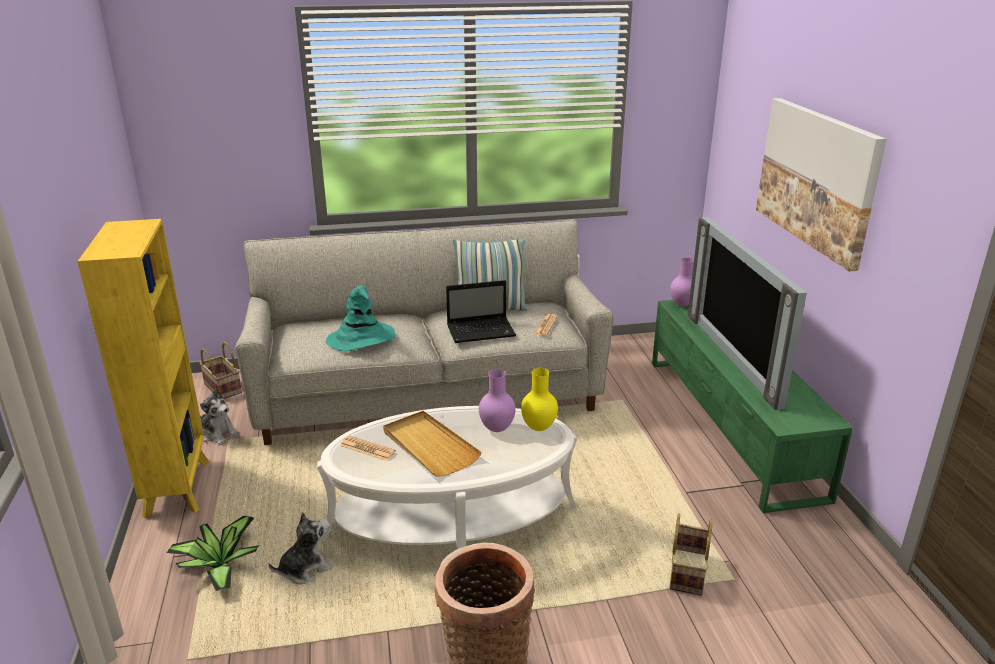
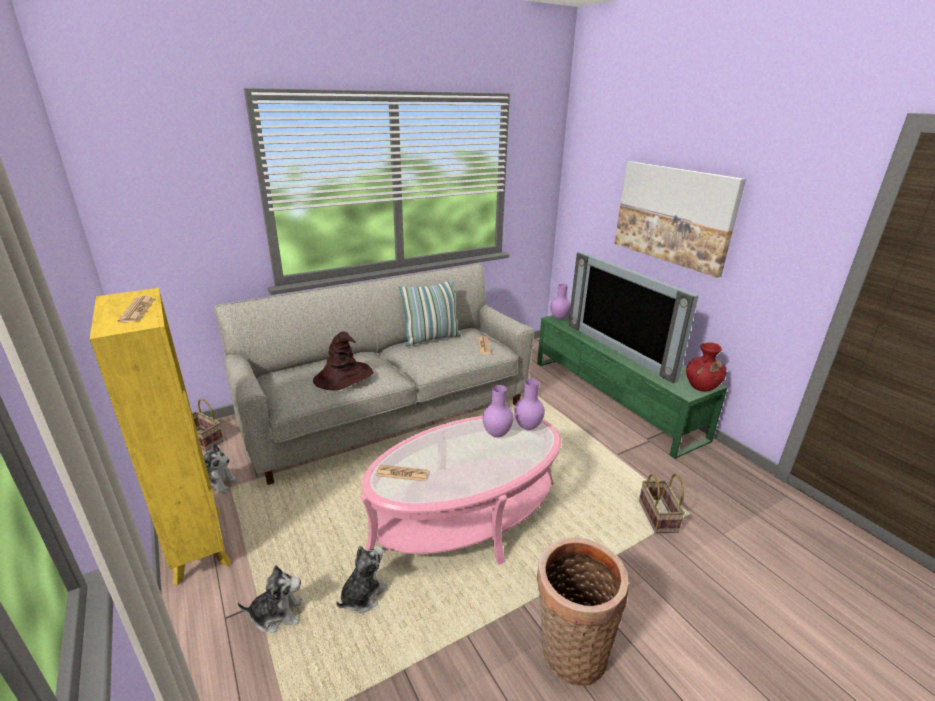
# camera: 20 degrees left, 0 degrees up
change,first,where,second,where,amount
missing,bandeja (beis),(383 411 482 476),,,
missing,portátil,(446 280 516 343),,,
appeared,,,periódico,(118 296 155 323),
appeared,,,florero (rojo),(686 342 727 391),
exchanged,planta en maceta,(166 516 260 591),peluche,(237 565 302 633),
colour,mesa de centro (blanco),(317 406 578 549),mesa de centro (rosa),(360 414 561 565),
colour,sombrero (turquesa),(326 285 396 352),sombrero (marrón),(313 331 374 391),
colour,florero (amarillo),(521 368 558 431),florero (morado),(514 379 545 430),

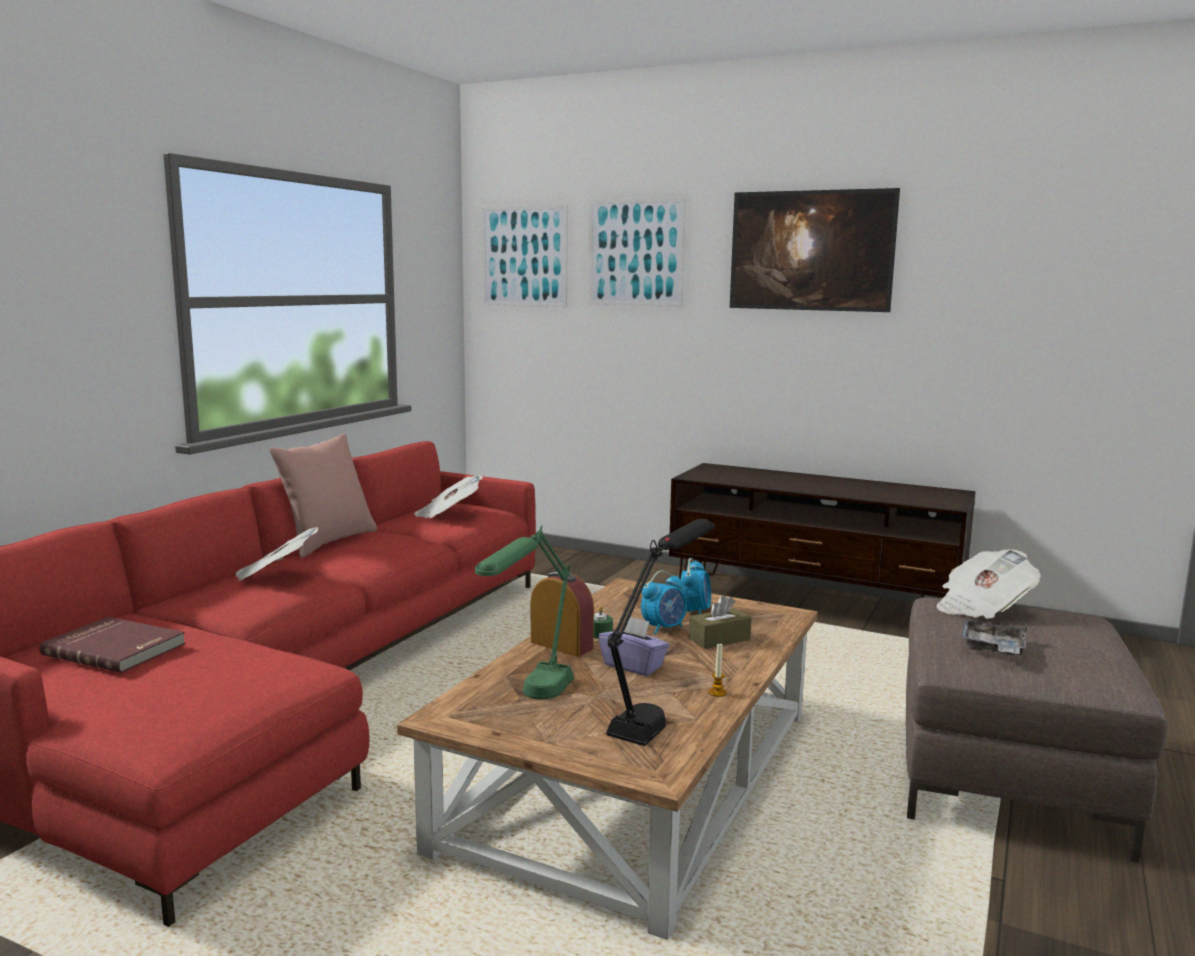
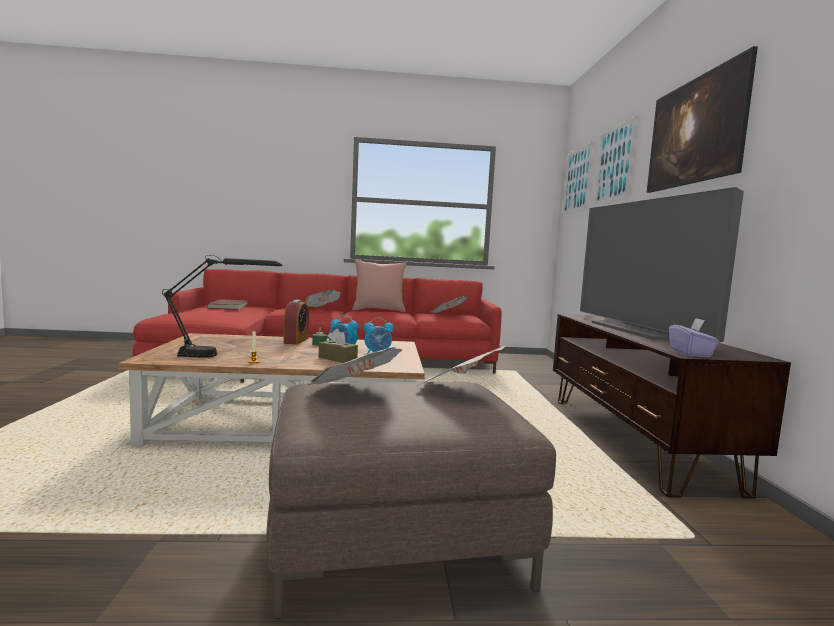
# camera: 60 degrees right, 5 degrees down
change,first,where,second,where,amount
missing,lámpara de mesa (verde),(475 525 574 700),,,
appeared,,,televisor,(580 187 744 343),
relocated,caja de pañuelos (morado),(598 617 669 676),,(669 318 719 357),
exchanged,bandeja (gris),(961 619 1027 656),periódico,(307 347 402 385),

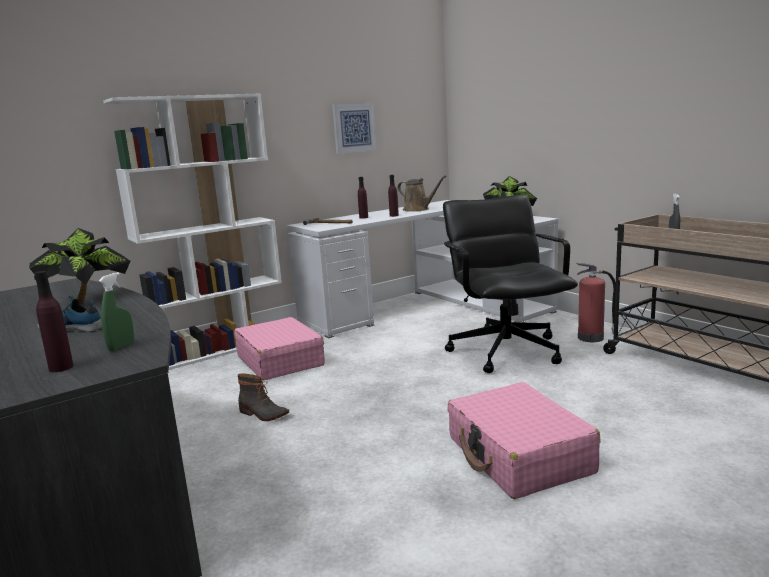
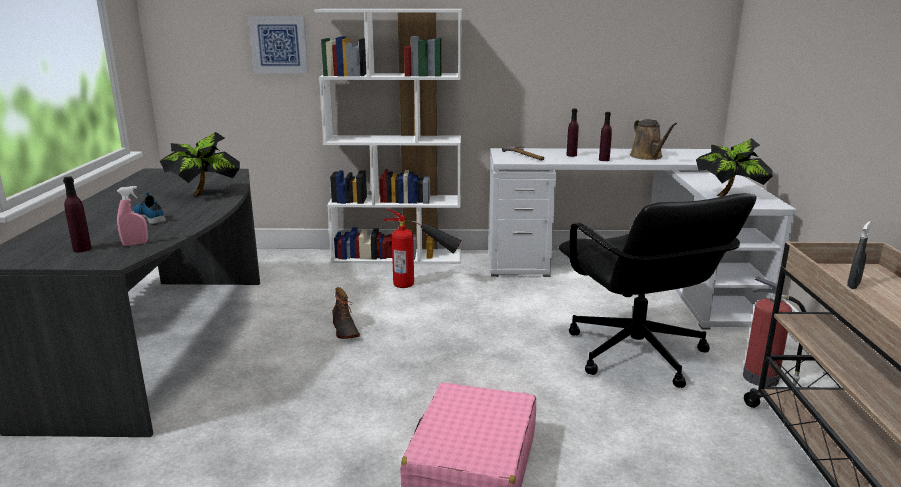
# camera: 35 degrees right, 5 degrees up
change,first,where,second,where,amount
relocated,cuadro,(332 103 377 154),,(248 16 308 73),
exchanged,maleta (rosa),(234 317 325 381),extintor,(383 209 461 288),
colour,pulverizador (verde),(99 272 134 351),pulverizador (rosa),(117 186 148 246),
spun,silla de oficina (negro),(443 195 578 373),,(559 193 757 388),135 degrees clockwise

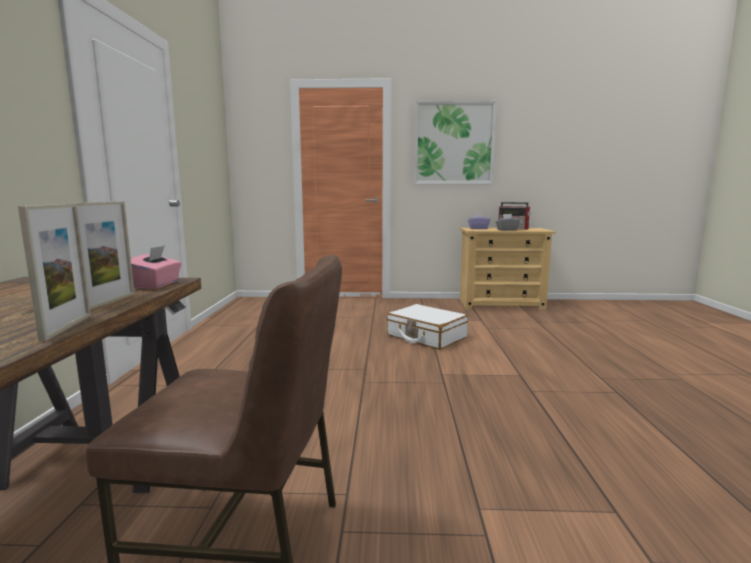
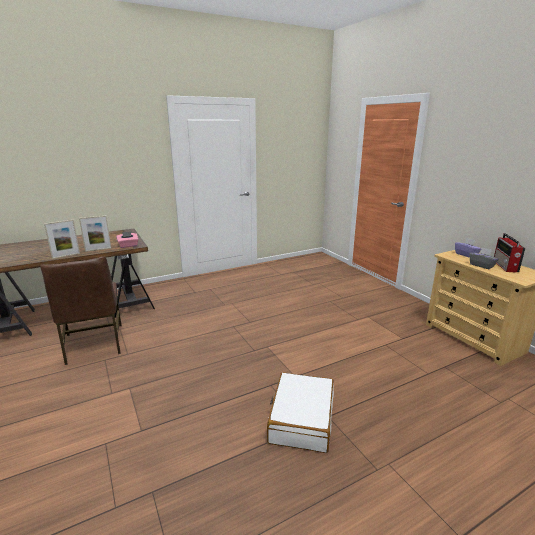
# camera: 60 degrees right, 10 degrees up
change,first,where,second,where,amount
missing,cuadro,(414 101 497 184),,,
relocated,maleta (blanco),(387 304 468 350),,(267 372 334 453),

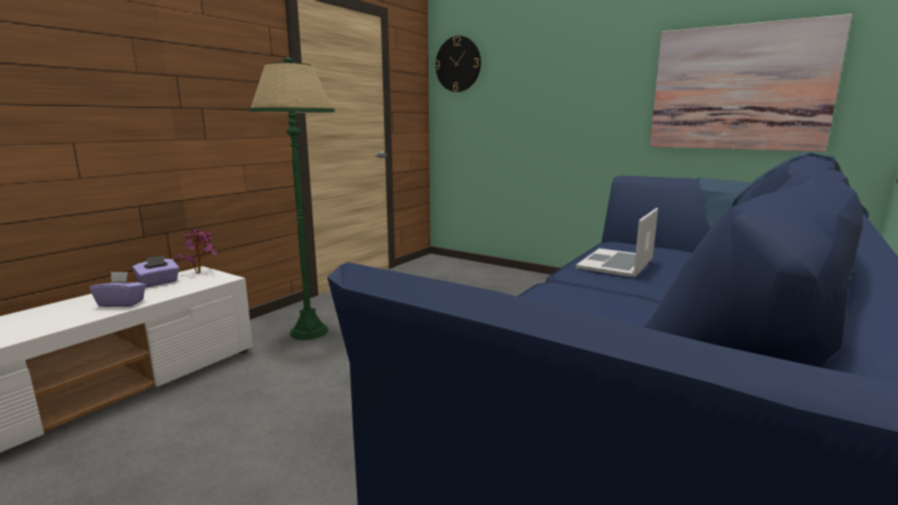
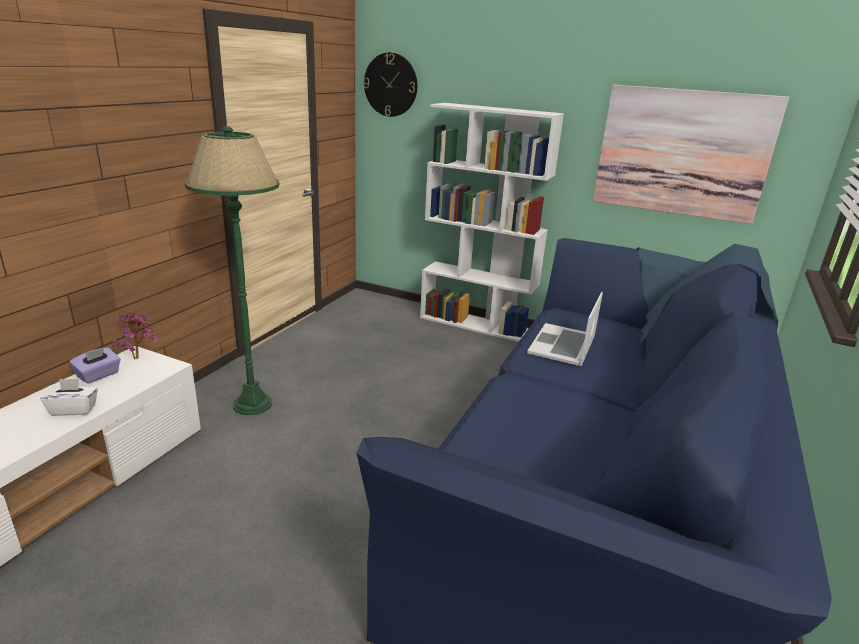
# camera: 10 degrees left, 10 degrees up
change,first,where,second,where,amount
appeared,,,estantería (blanco),(420 103 564 342),
colour,caja de pañuelos (morado),(90 272 146 307),caja de pañuelos (blanco),(40 379 98 416),

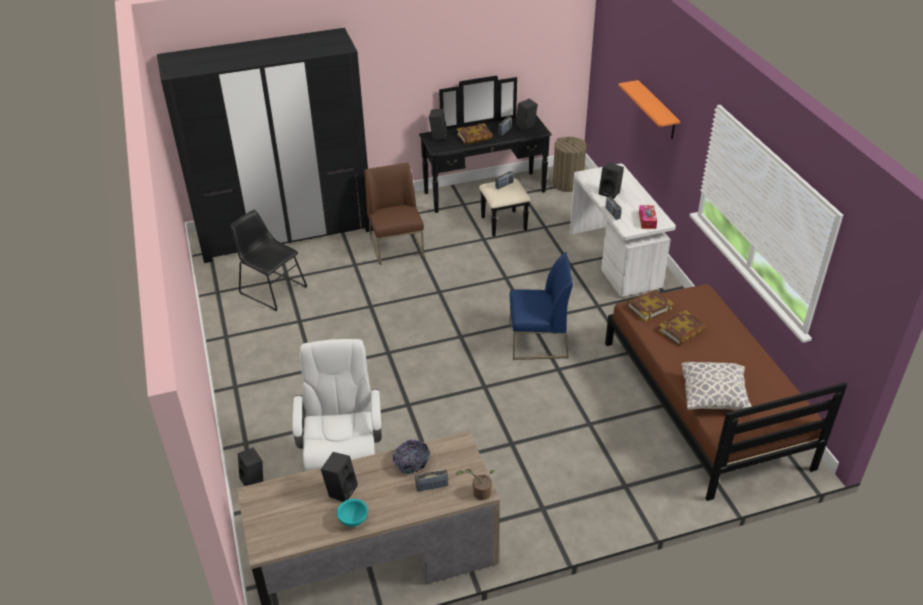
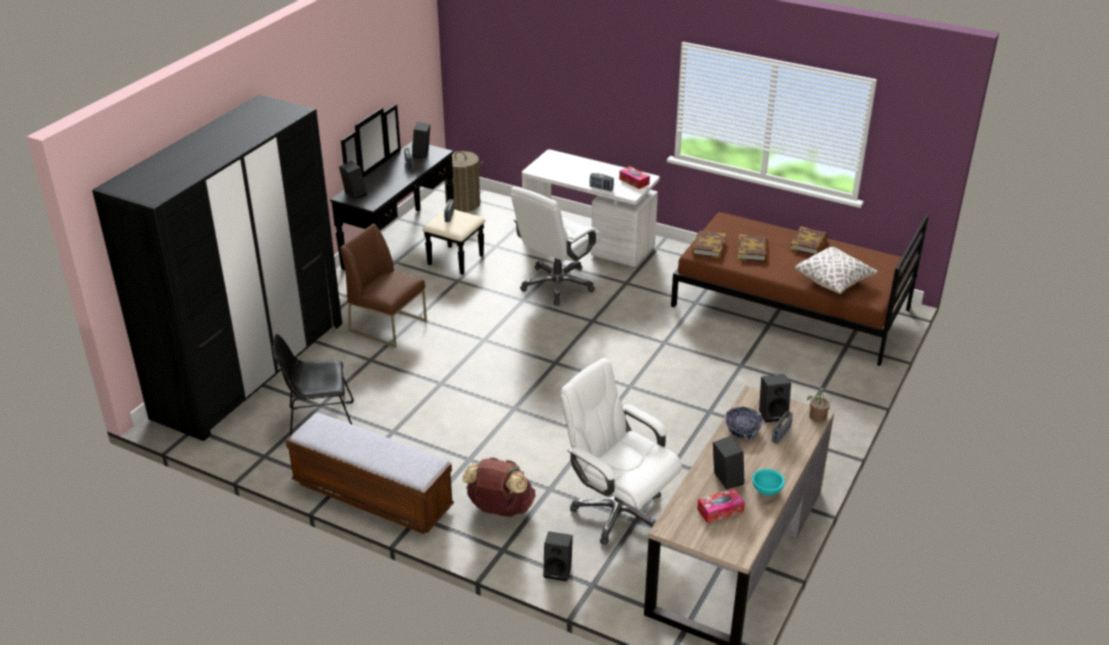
# camera: 45 degrees left, 5 degrees down
change,first,where,second,where,amount
missing,silla (azul),(509 252 573 360),,,
missing,estante (naranja),(618 80 680 139),,,
appeared,,,banco,(286 413 454 534),
appeared,,,mochila (marrón),(462 457 535 517),
appeared,,,silla de oficina (blanco),(511 187 602 305),
appeared,,,caja de pañuelos,(697 489 745 523),
relocated,libro,(457 123 493 144),,(790 227 828 255),
relocated,altavoz (negro),(599 162 624 199),,(759 374 791 422),

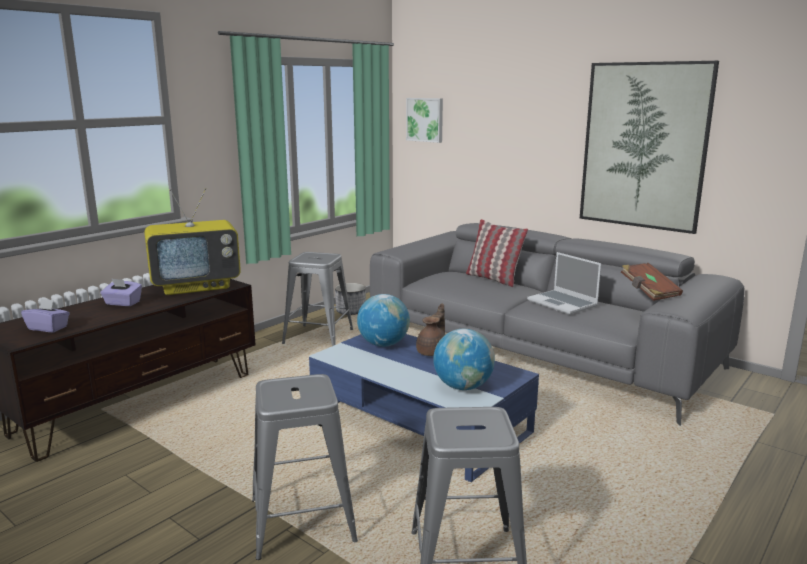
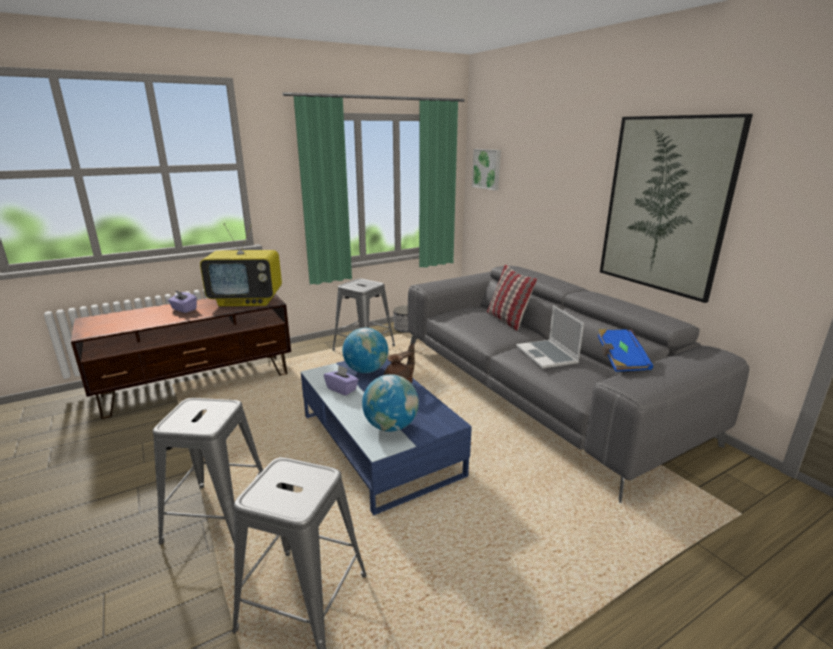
# camera: 20 degrees right, 5 degrees up
change,first,where,second,where,amount
relocated,caja de pañuelos (morado),(21 299 70 332),,(324 365 359 395),
colour,libro (marrón),(621 263 683 301),libro (azul),(597 329 653 372),

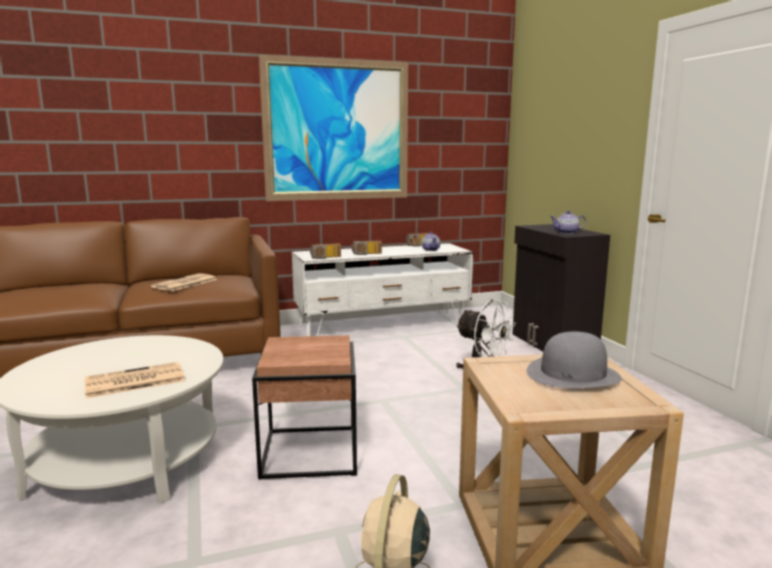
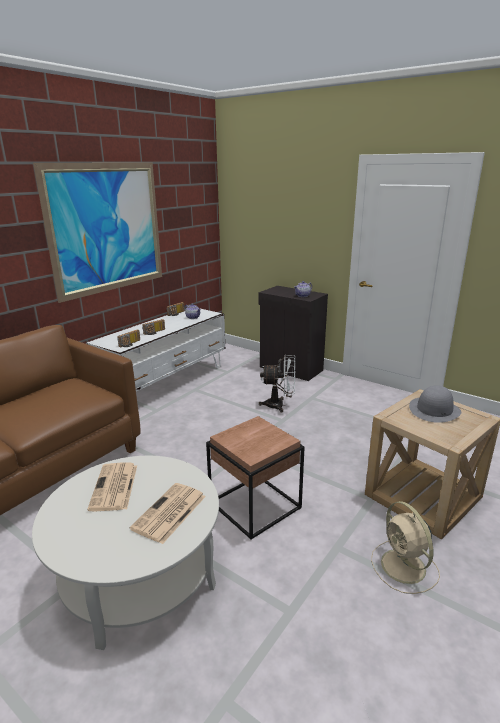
# camera: 35 degrees left, 10 degrees up
change,first,where,second,where,amount
relocated,periódico,(151 273 217 291),,(87 463 137 511),

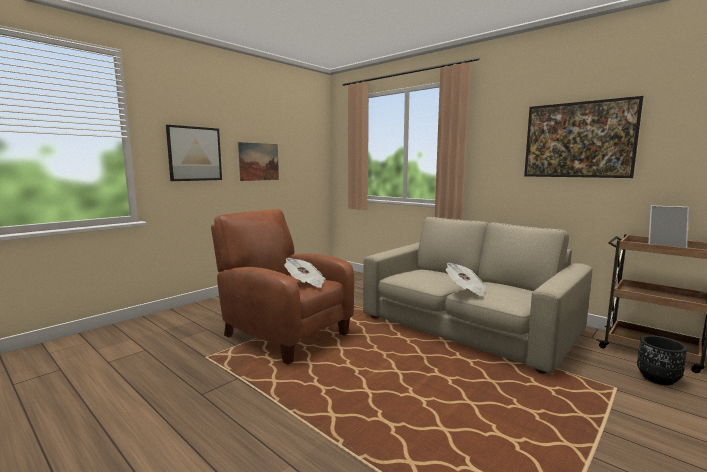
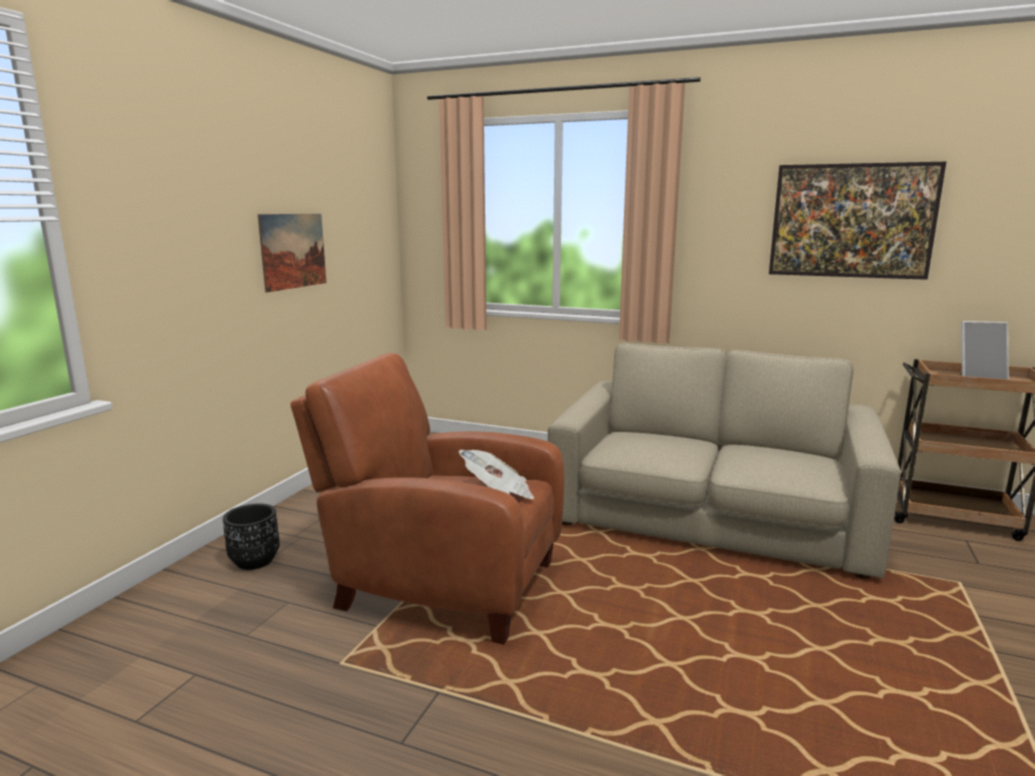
# camera: 20 degrees left, 5 degrees up
change,first,where,second,where,amount
missing,cuadro,(166 125 222 181),,,
missing,periódico,(446 263 487 296),,,
relocated,maceta (negro),(637 335 687 385),,(223 503 280 570),

